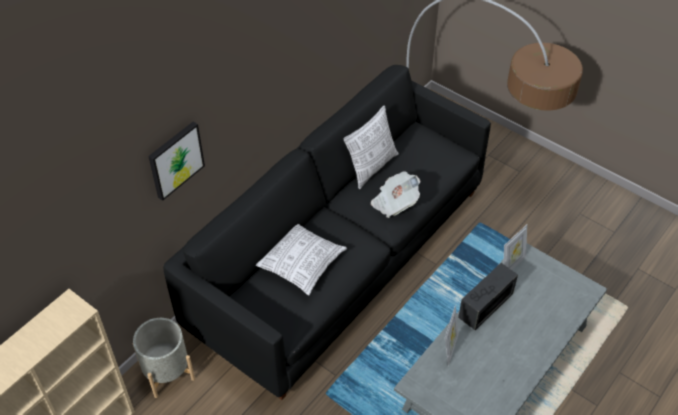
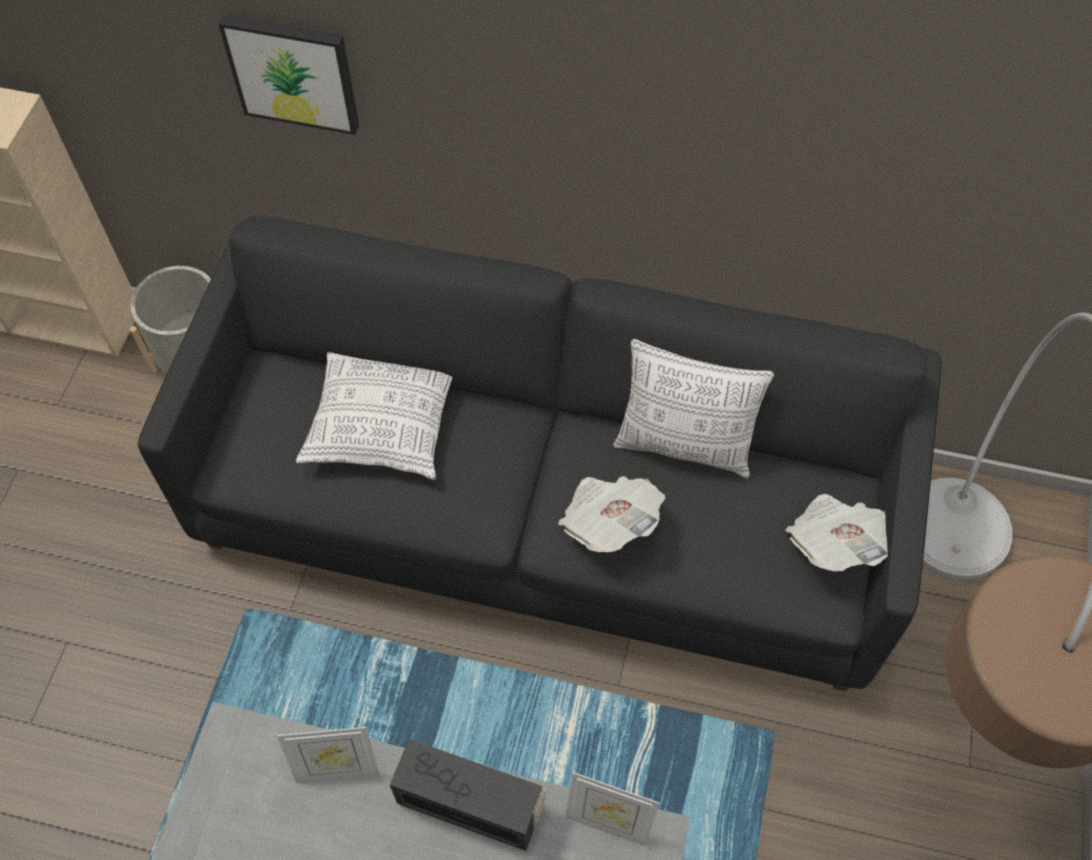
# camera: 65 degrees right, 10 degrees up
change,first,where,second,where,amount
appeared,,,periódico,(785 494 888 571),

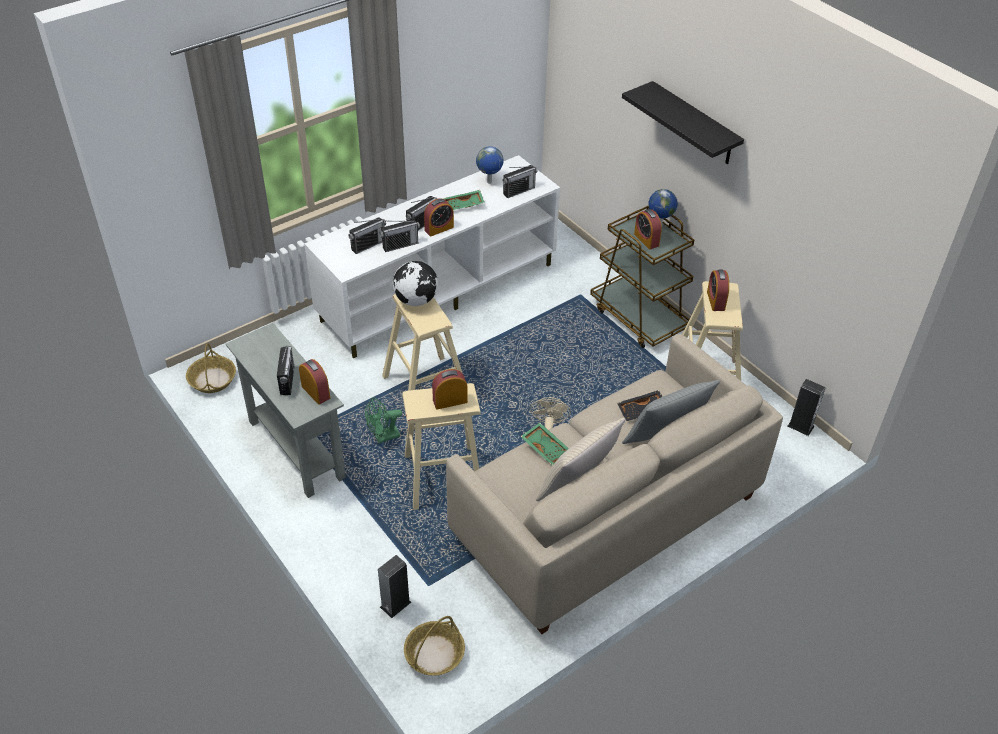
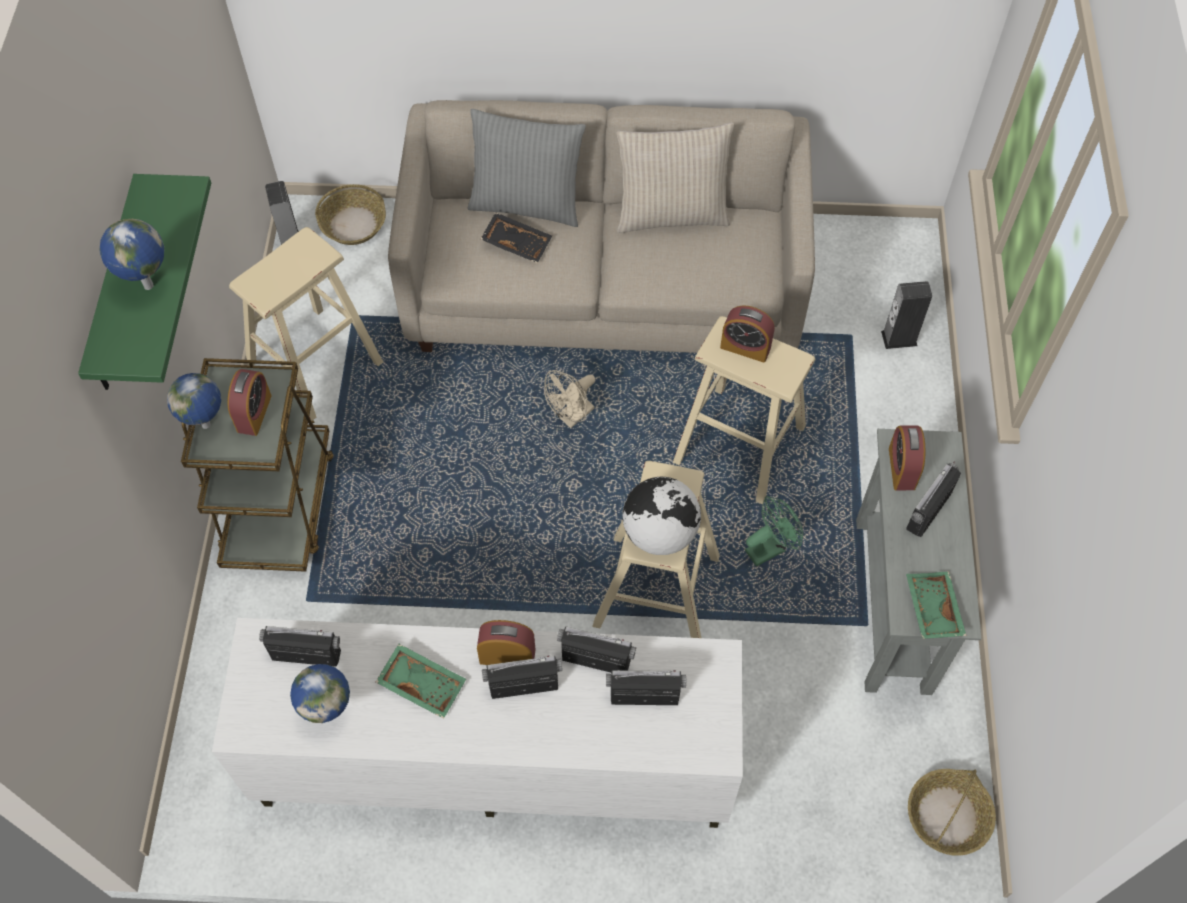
# camera: 140 degrees left, 15 degrees up
change,first,where,second,where,amount
missing,despertador,(707 270 729 311),,,
appeared,,,globo terráqueo,(100 219 164 290),
relocated,cesta,(404 616 465 676),,(315 184 386 245),
relocated,bandeja (verde),(520 423 569 466),,(906 572 967 639),
colour,estante (negro),(622 81 744 164),estante (verde),(78 174 211 390),
spun,ventilador (verde),(365 397 402 443),,(745 496 803 567),45 degrees counterclockwise

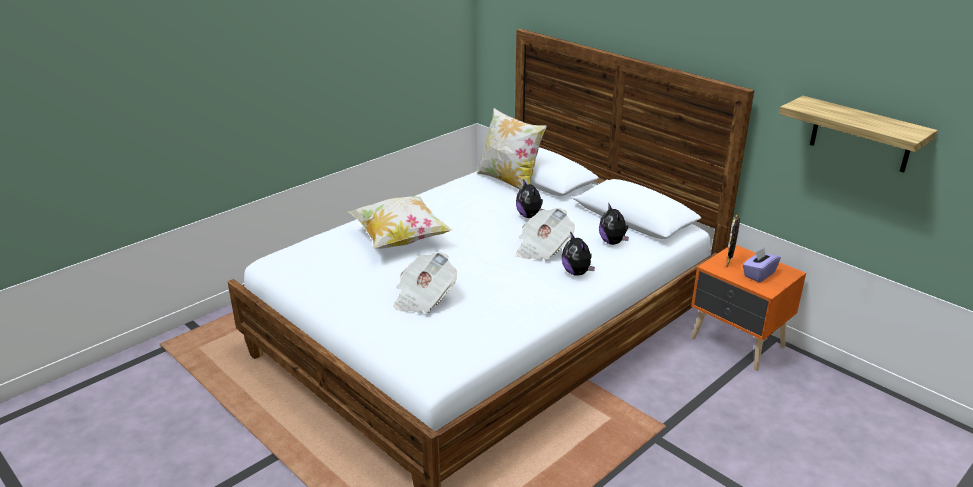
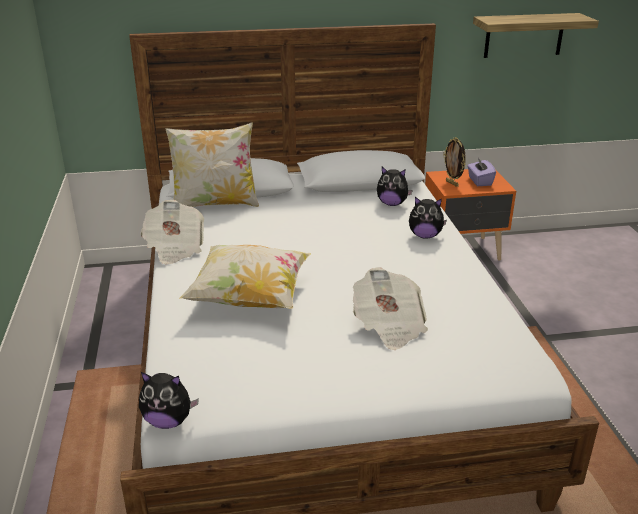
# camera: 55 degrees left, 0 degrees up
change,first,where,second,where,amount
relocated,peluche,(516 179 544 218),,(139 372 199 429),
relocated,periódico,(516 208 575 261),,(140 200 204 265),

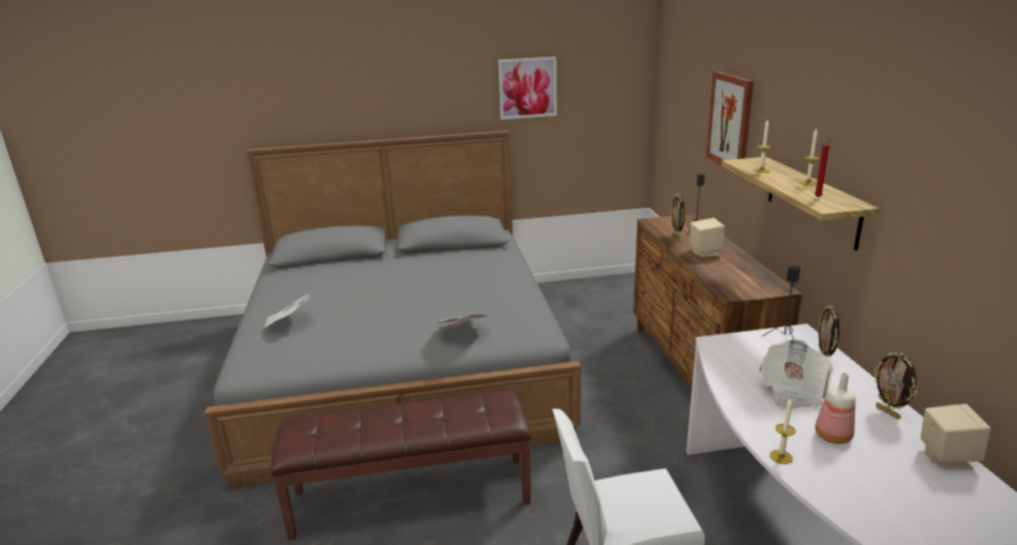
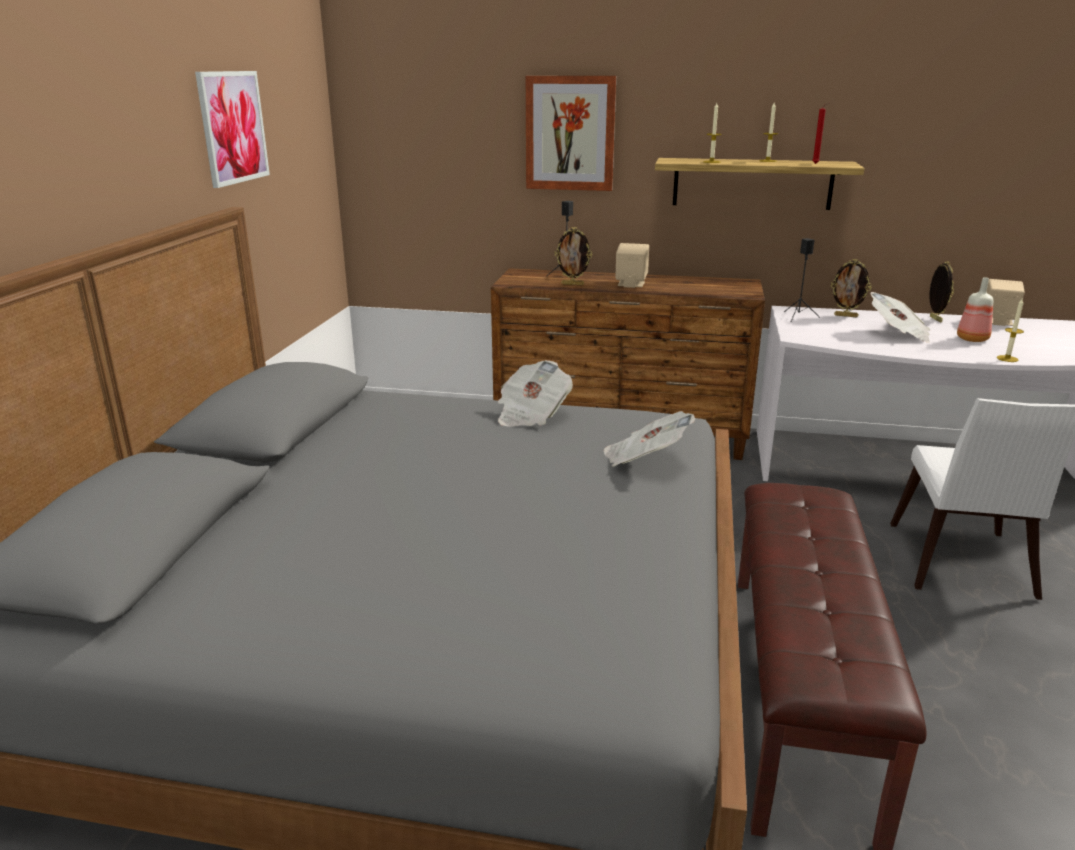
# camera: 70 degrees left, 0 degrees up
change,first,where,second,where,amount
relocated,periódico,(262 294 309 329),,(498 360 573 427),
spun,portarretratos,(874 352 917 419),,(930 261 954 322),90 degrees counterclockwise

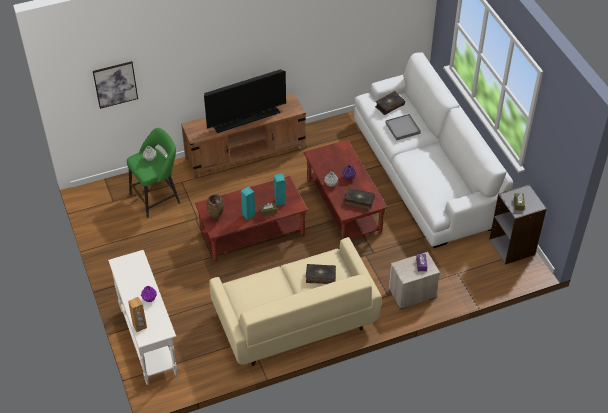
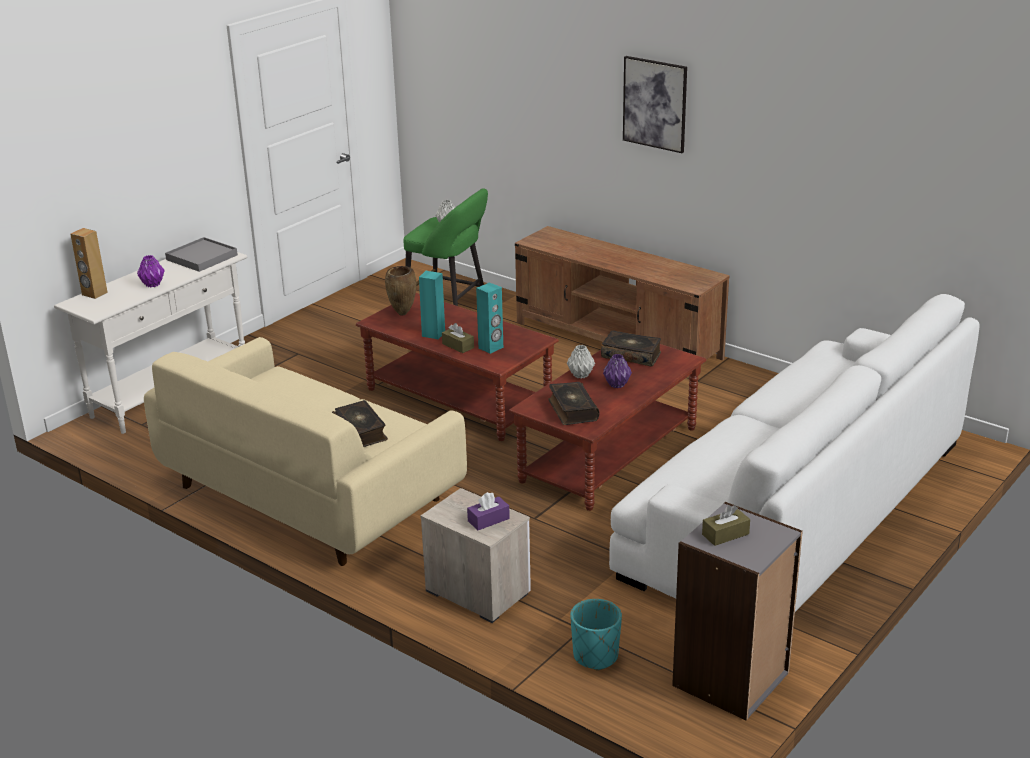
# camera: 60 degrees right, 20 degrees down
change,first,where,second,where,amount
missing,televisor,(204 69 286 133),,,
appeared,,,maceta (turquesa),(570 599 622 671),
relocated,cuadro,(93 61 138 109),,(623 56 687 153),
relocated,libro,(375 91 405 115),,(601 330 661 366),
relocated,bandeja (gris),(386 114 421 141),,(165 237 238 272),

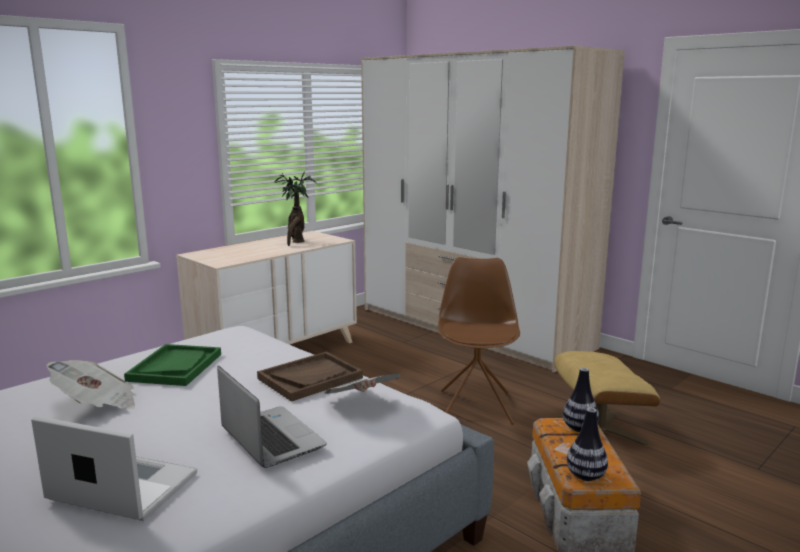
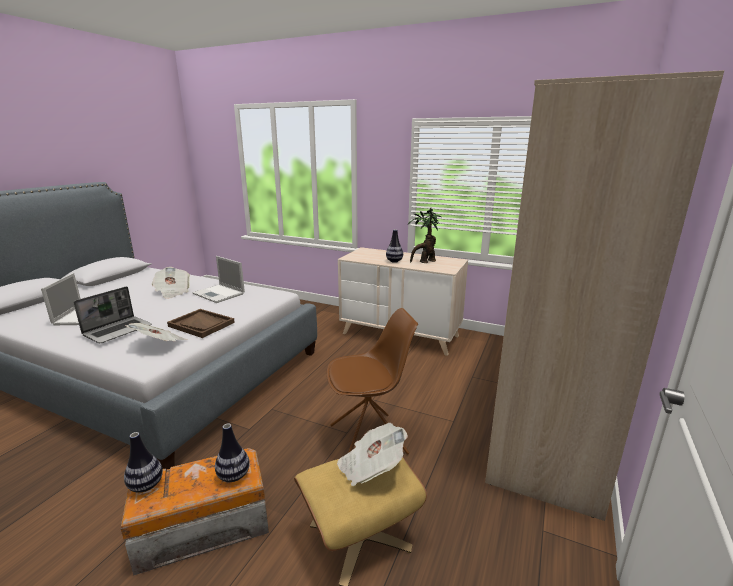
# camera: 70 degrees right, 5 degrees up
change,first,where,second,where,amount
appeared,,,periódico,(337 423 408 486),
appeared,,,florero,(386 229 403 263),
exchanged,bandeja (verde),(124 344 221 386),portátil,(192 256 245 303),

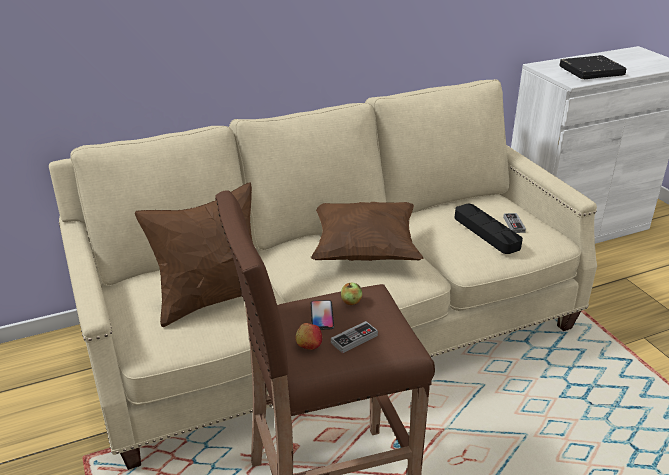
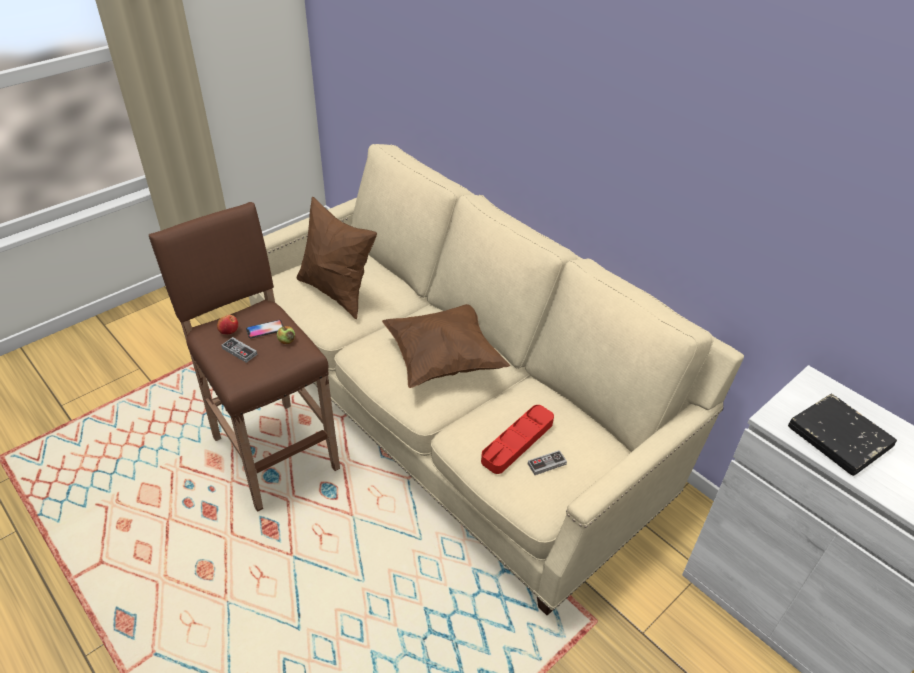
# camera: 70 degrees right, 10 degrees up
change,first,where,second,where,amount
colour,bandeja (negro),(455 204 523 254),bandeja (rojo),(481 405 554 474),

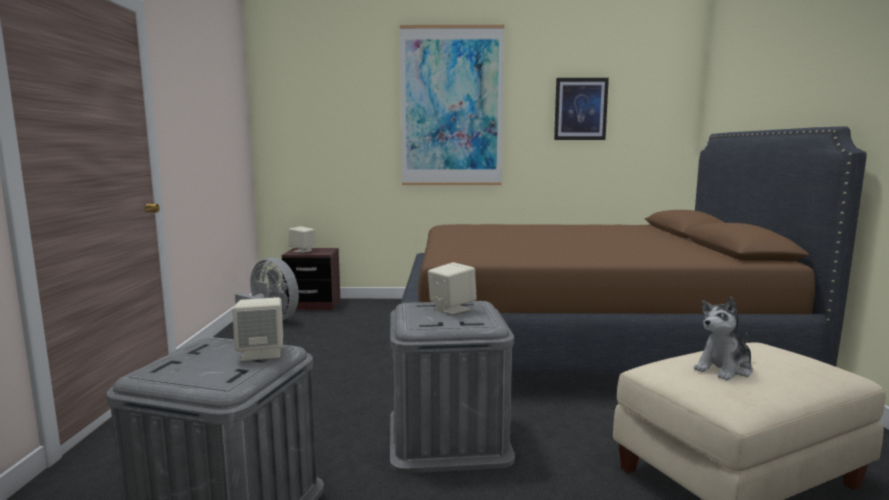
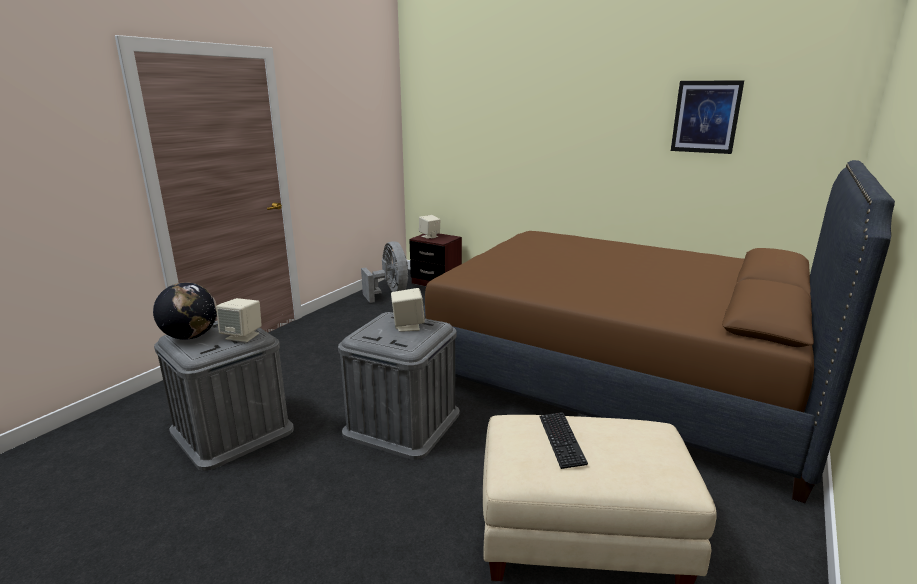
# camera: 30 degrees right, 10 degrees up
change,first,where,second,where,amount
missing,cuadro,(400 25 504 185),,,
appeared,,,globo terráqueo,(153 282 217 340),
exchanged,peluche,(694 297 753 381),teclado,(540 412 588 469),

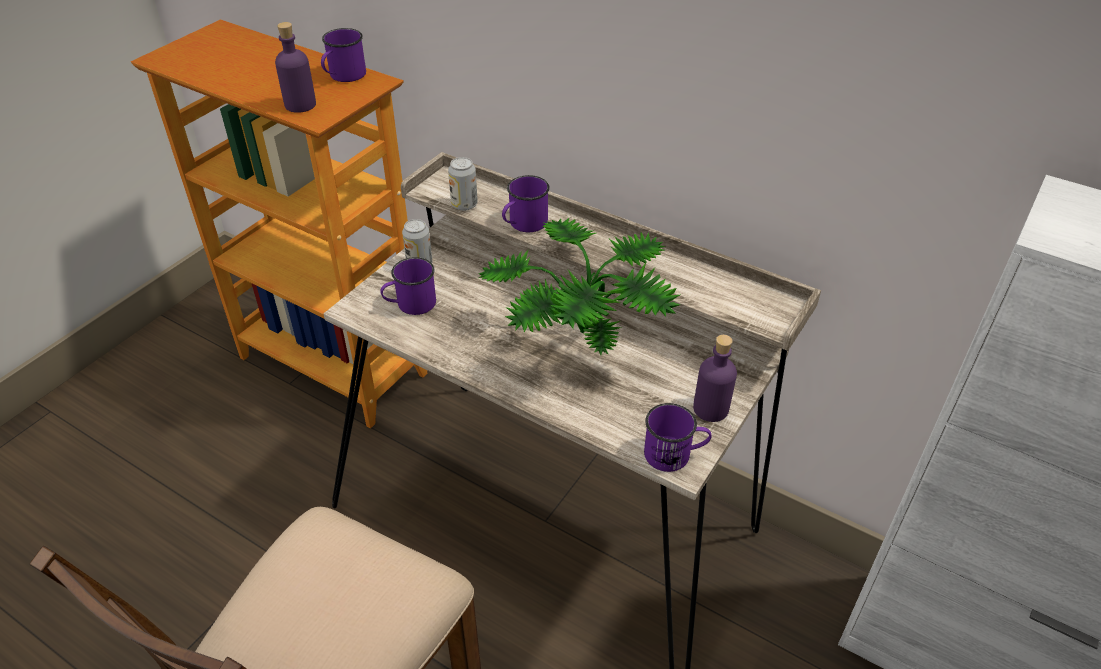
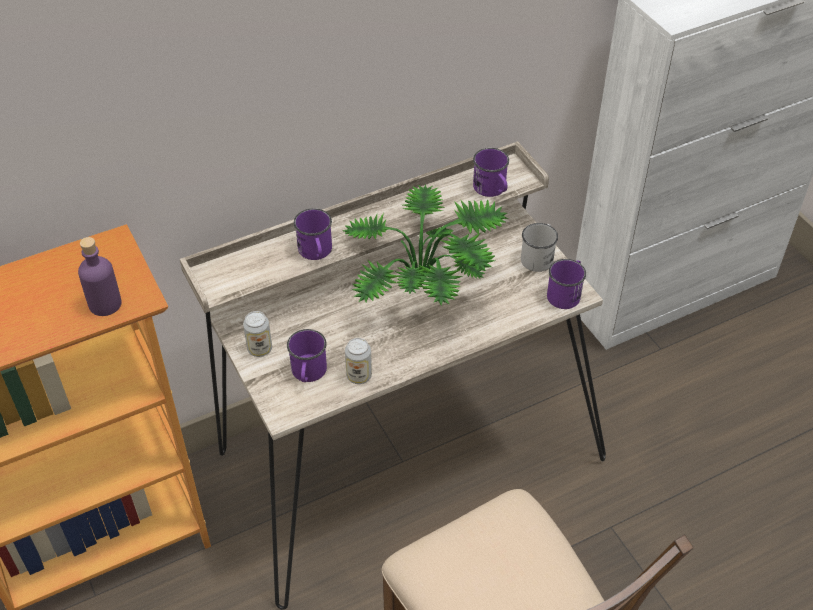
# camera: 60 degrees left, 5 degrees up
change,first,where,second,where,amount
relocated,taza grande (morado),(321 28 366 82),,(473 148 509 197),
relocated,lata,(448 157 478 211),,(345 338 372 384),
exchanged,botella (morado),(693 335 737 422),taza grande (blanco),(521 223 558 272),

